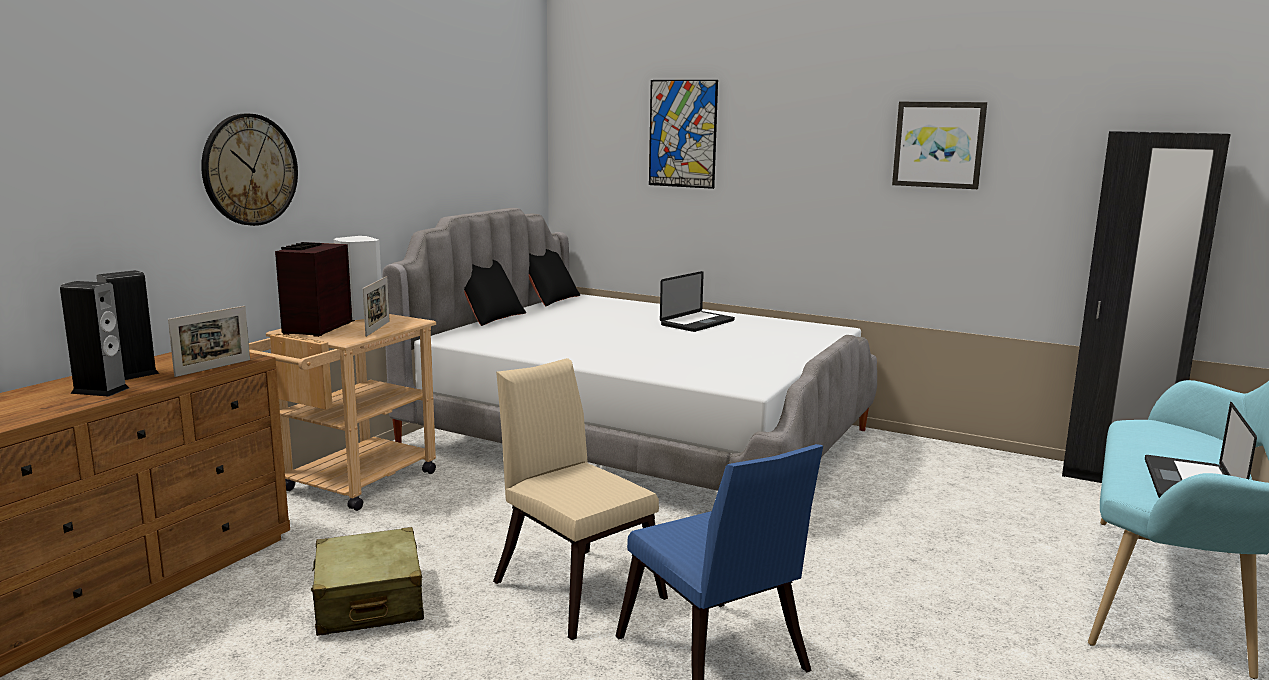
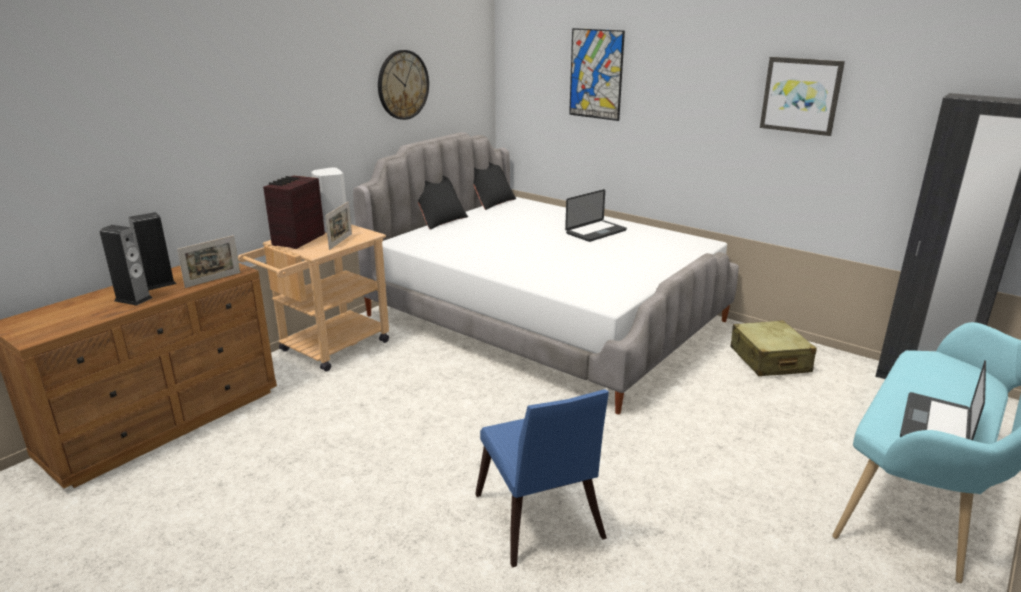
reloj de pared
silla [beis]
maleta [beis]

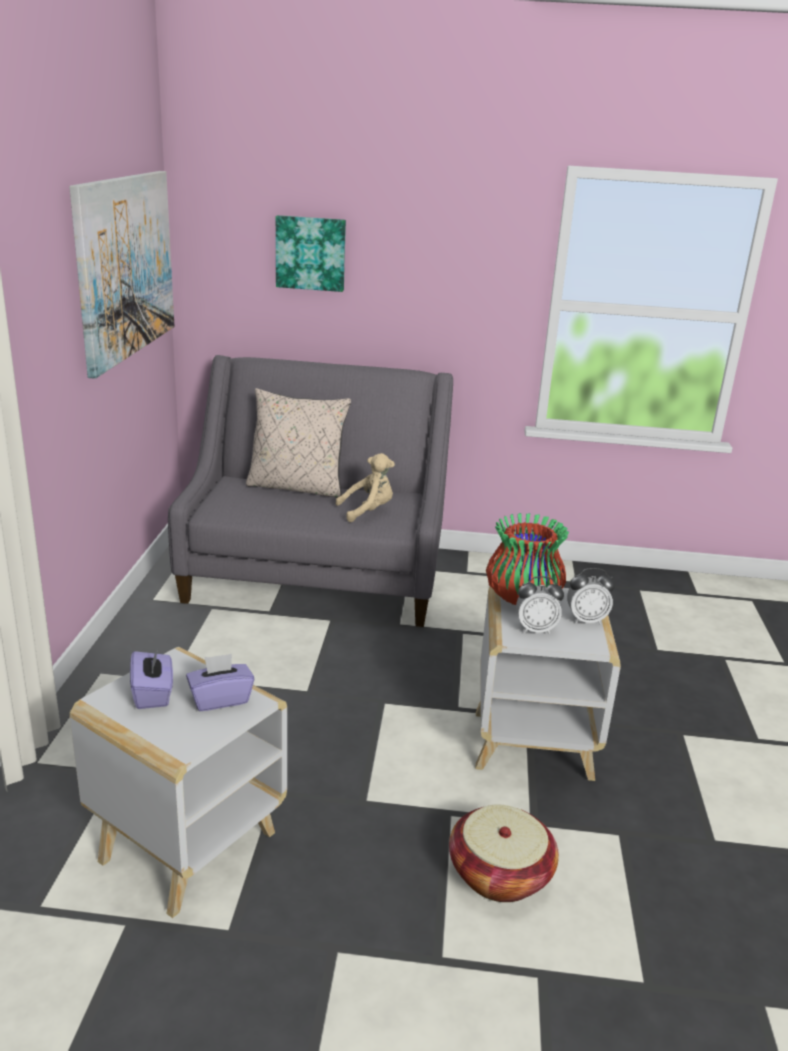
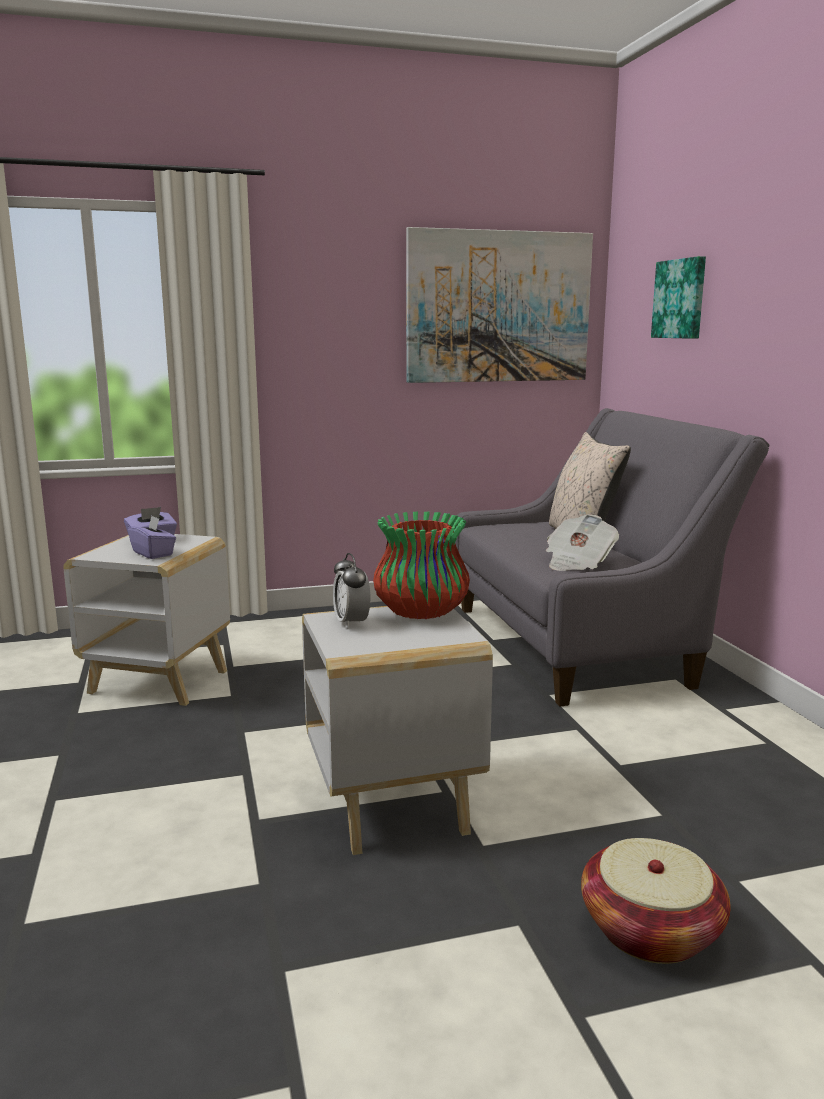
periódico
despertador (2nd from left in the first image)
cesta

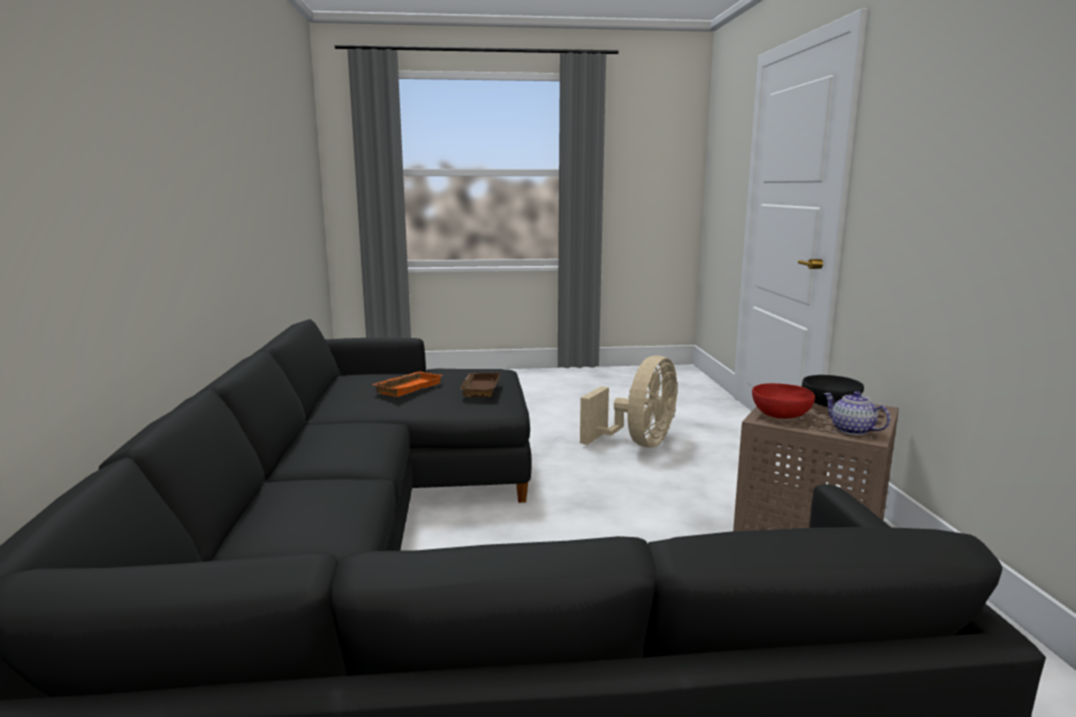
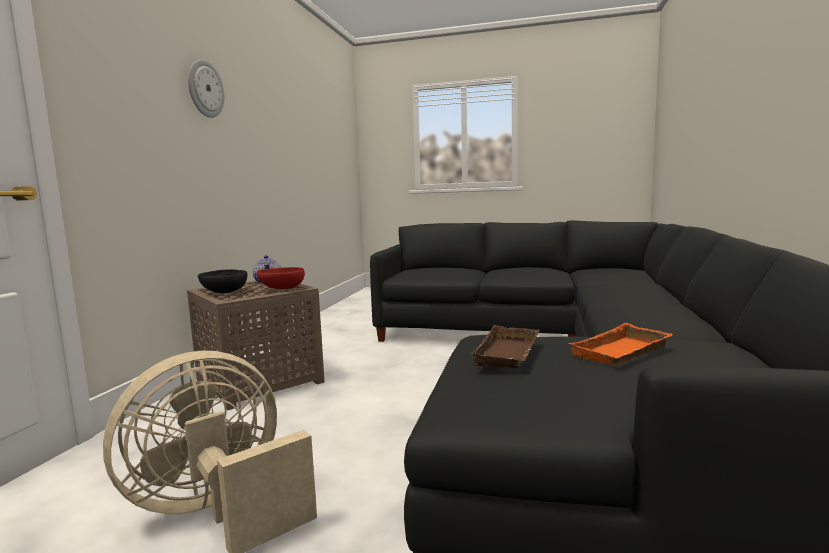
reloj de pared

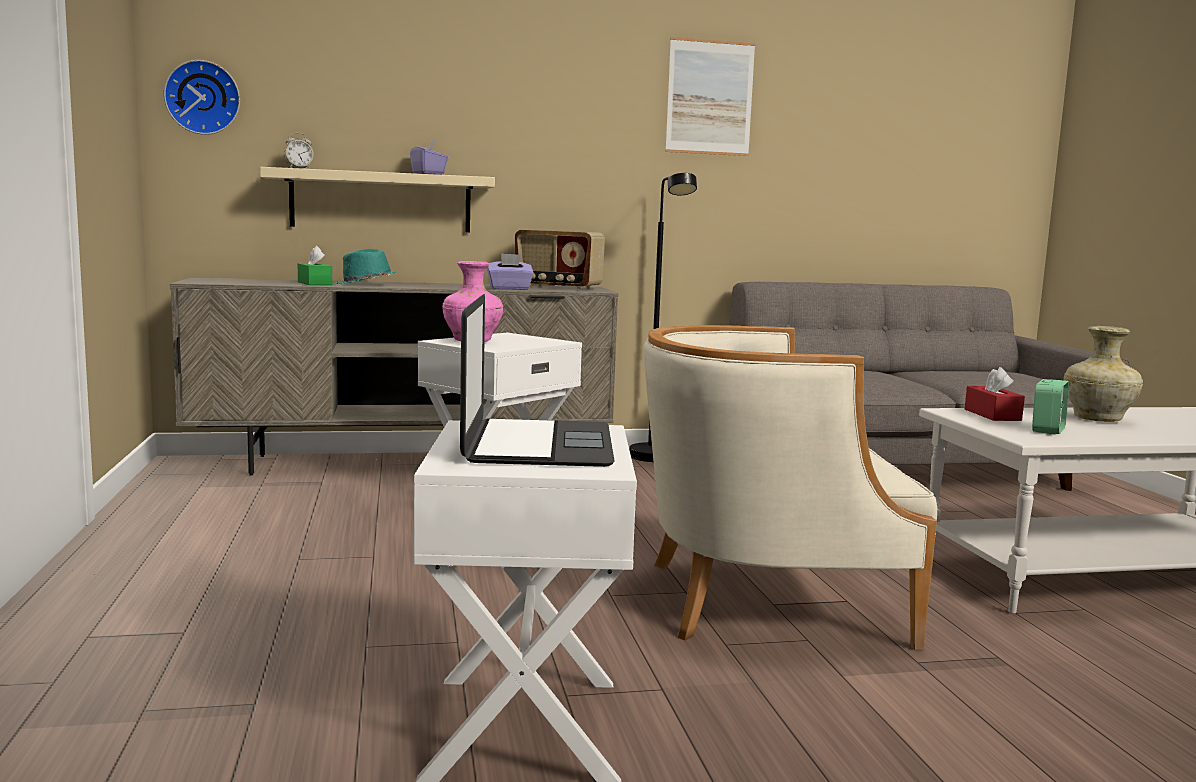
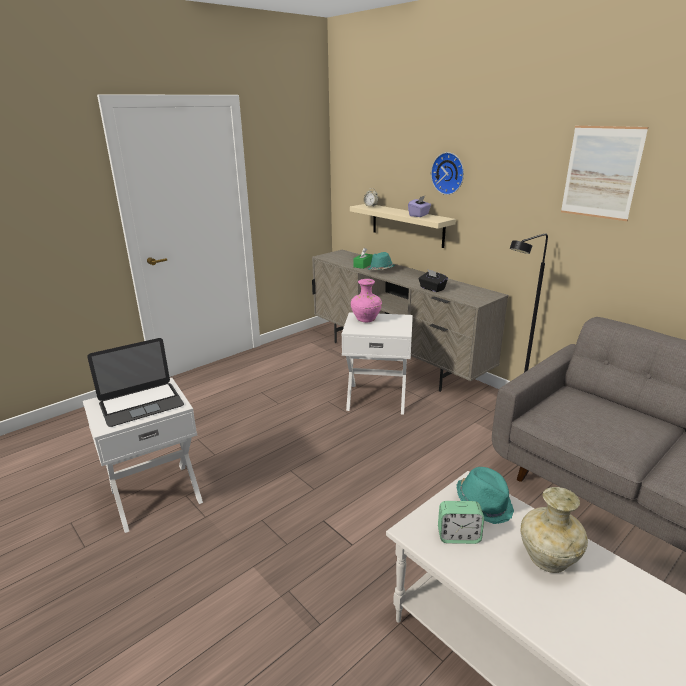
reloj de pared
radio
caja de pañuelos [negro]
sillón [beis]
sombrero [turquesa] (2nd from left)

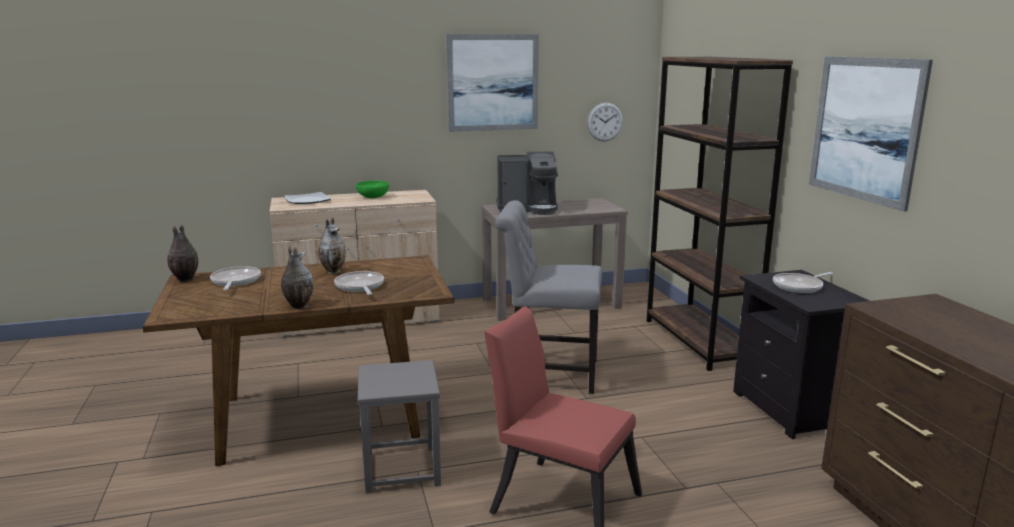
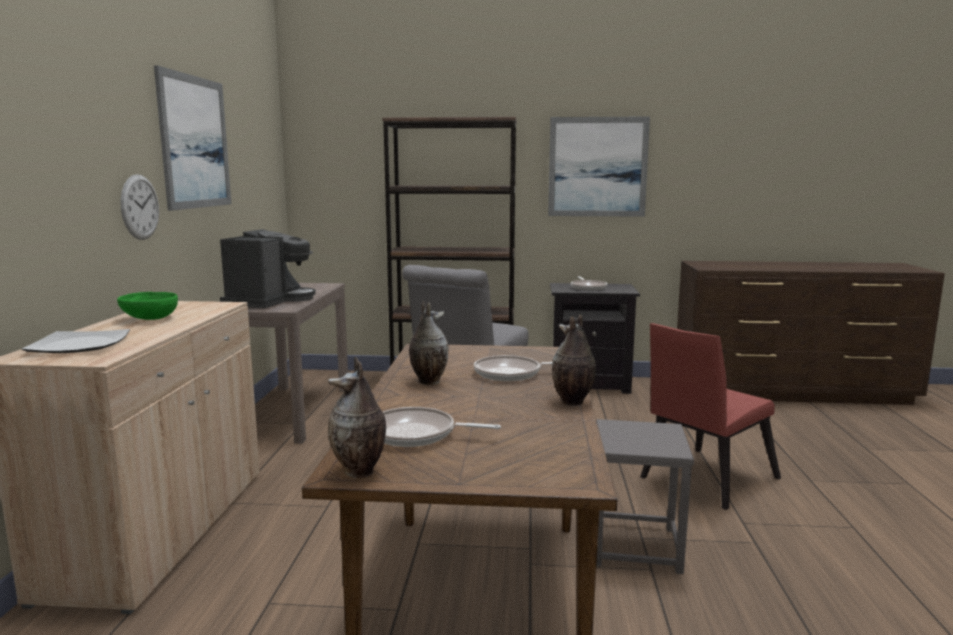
reloj de pared

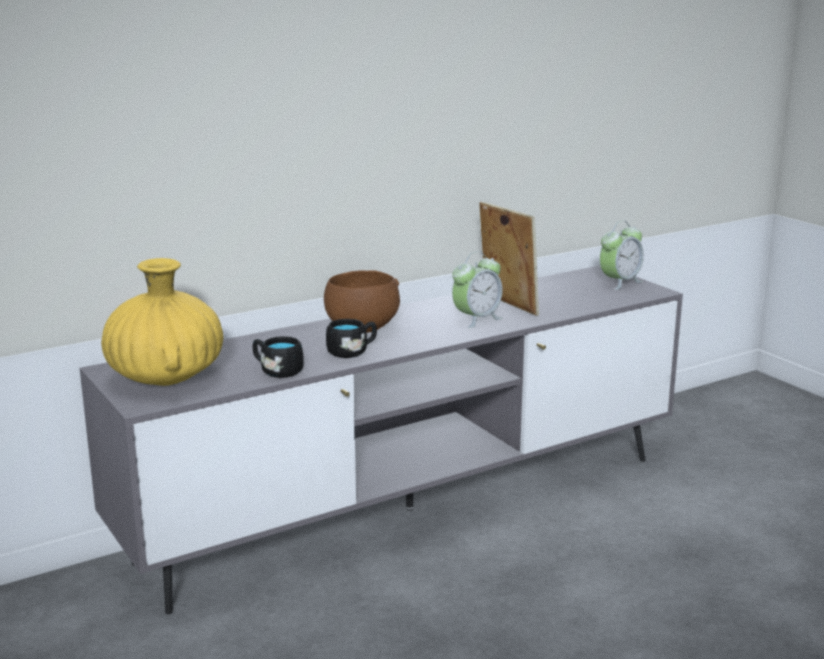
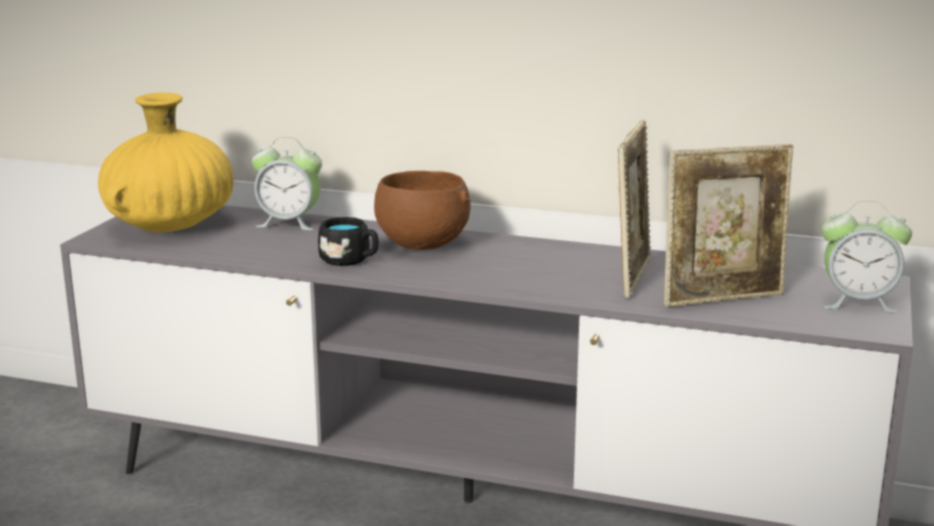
despertador (1st from left)
taza grande [negro] (1st from left in the first image)
portarretratos (2nd from left)

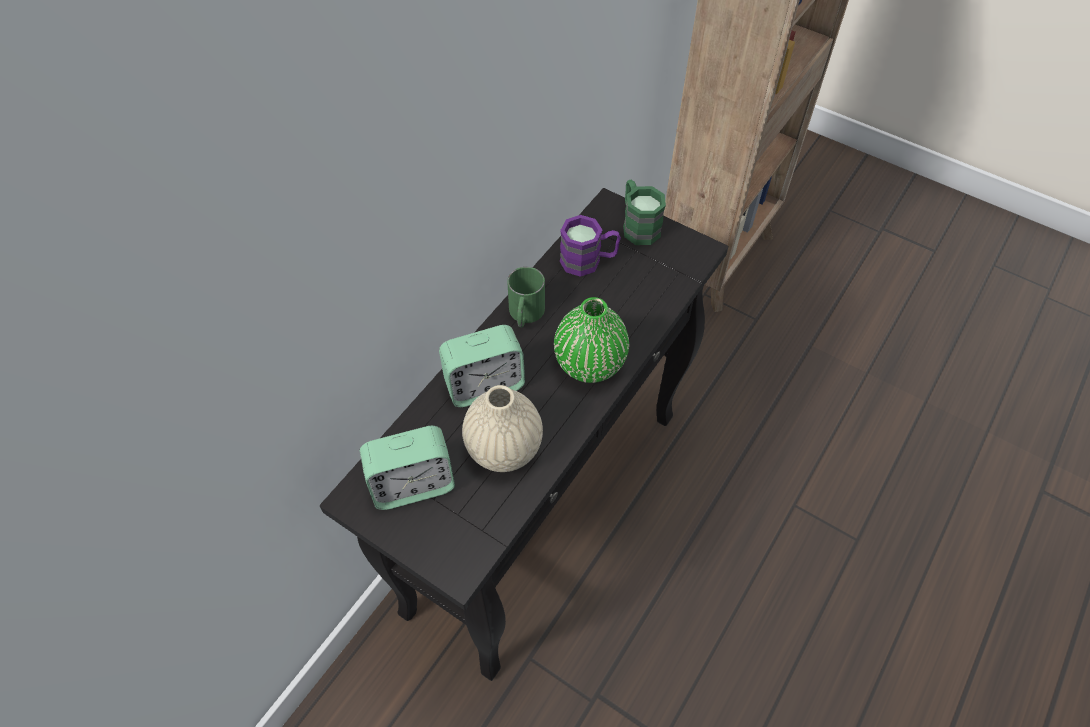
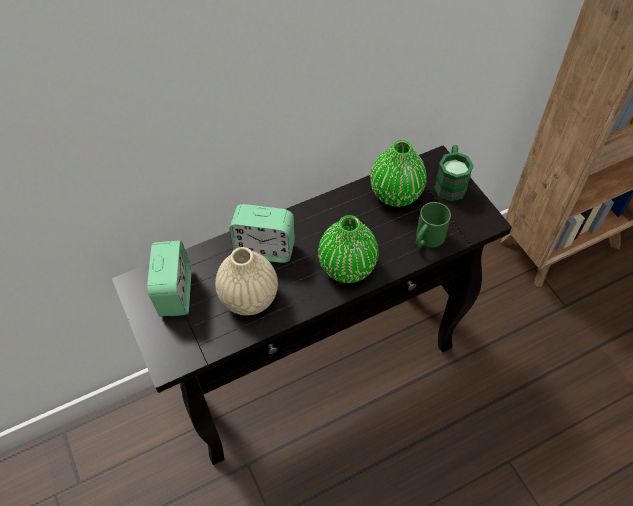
florero [verde] (2nd from left)
taza grande [verde] (1st from left)
despertador (1st from left)

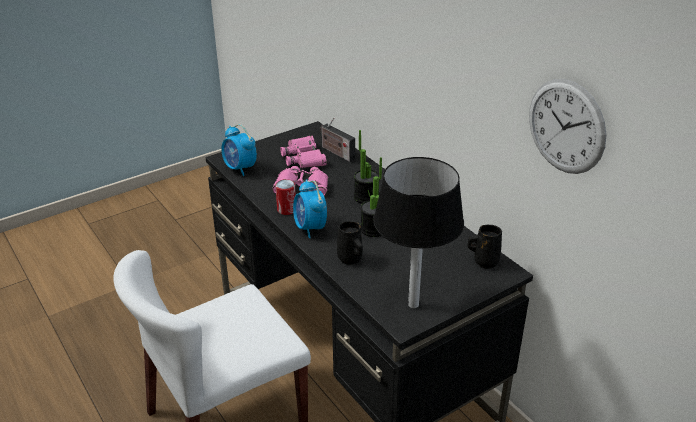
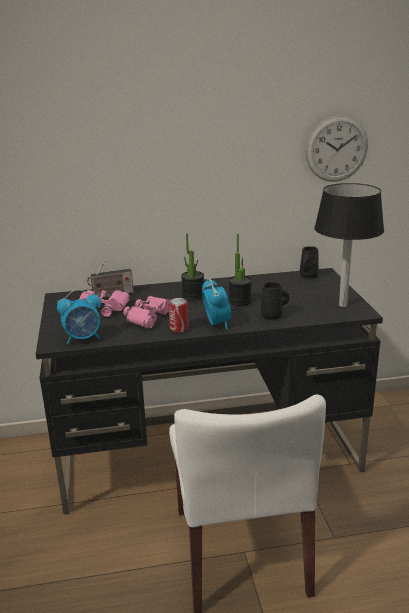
despertador (2nd from left)

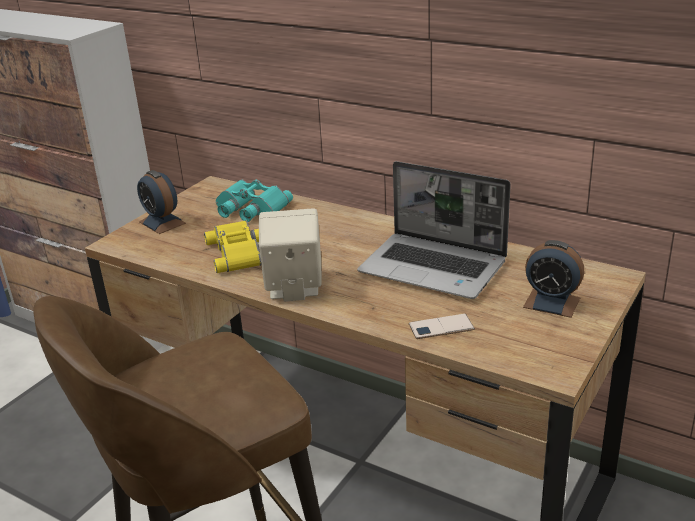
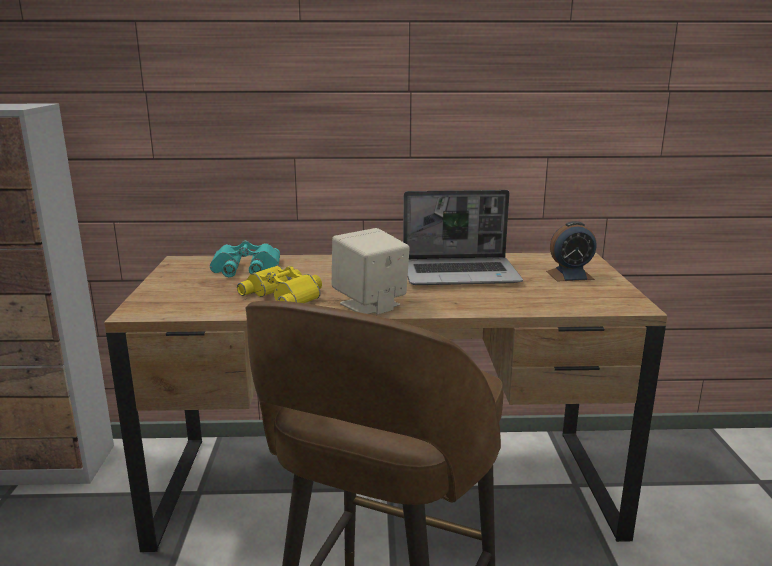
despertador (1st from left in the first image)
móvil

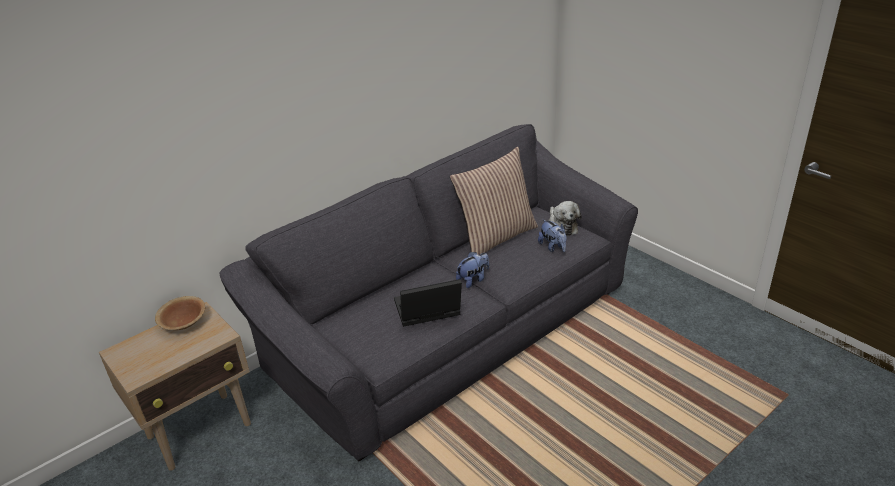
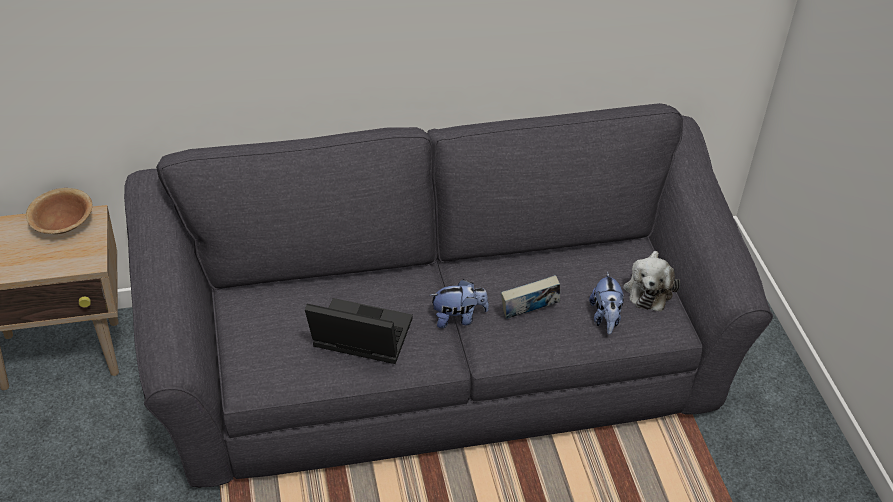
cojín
libro

